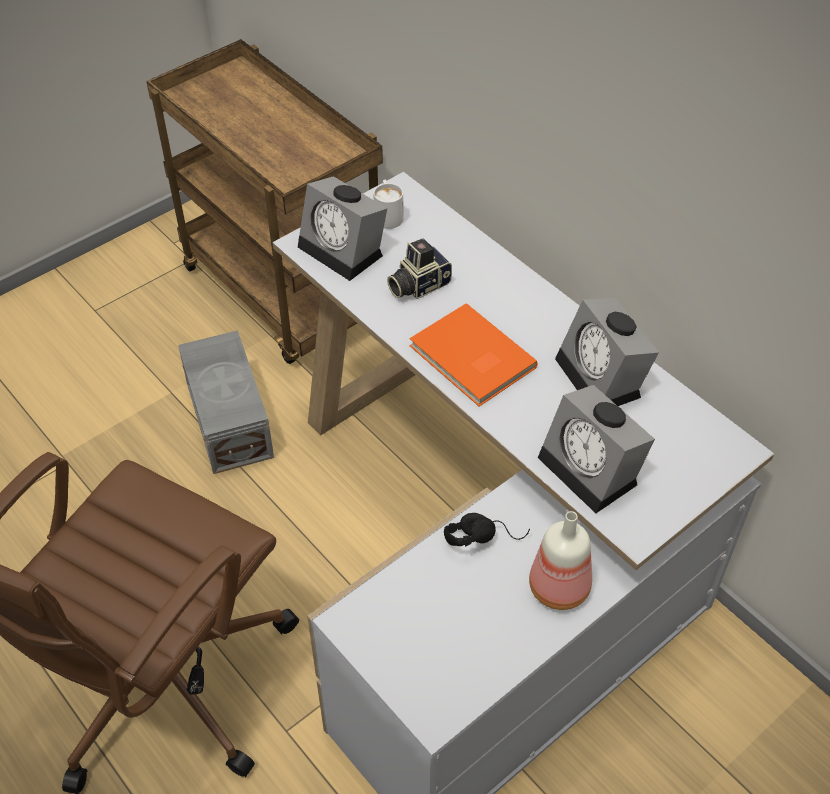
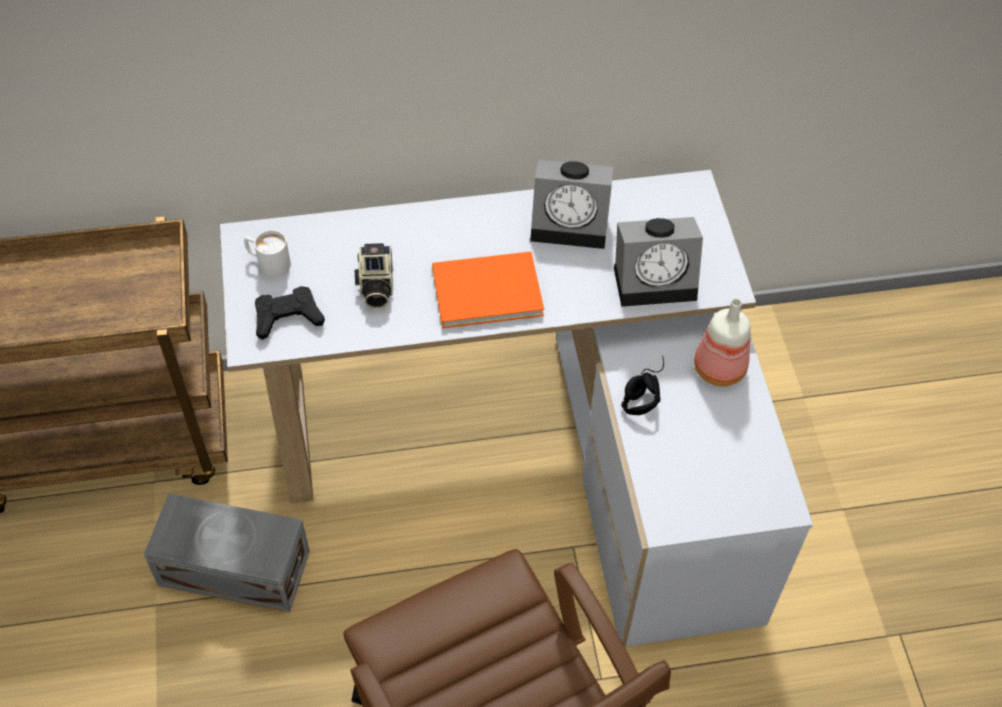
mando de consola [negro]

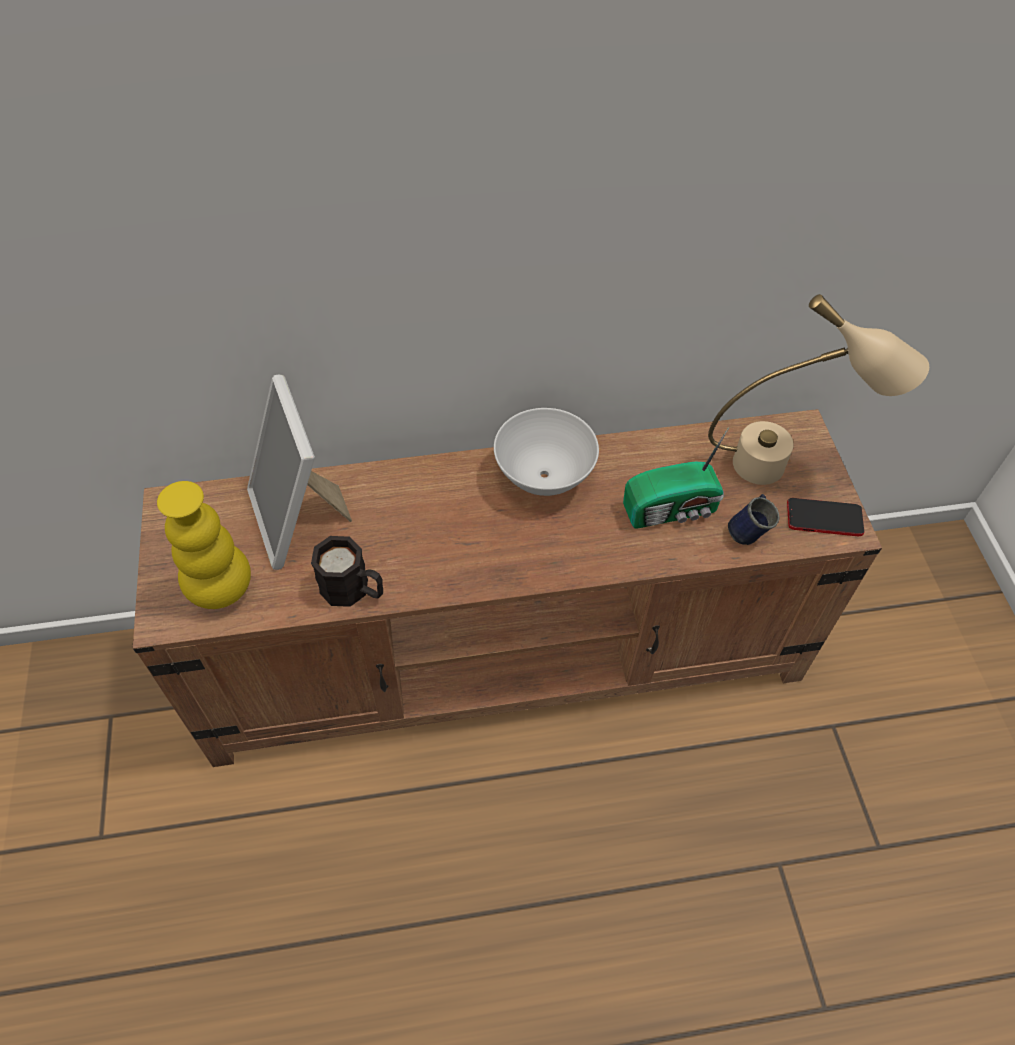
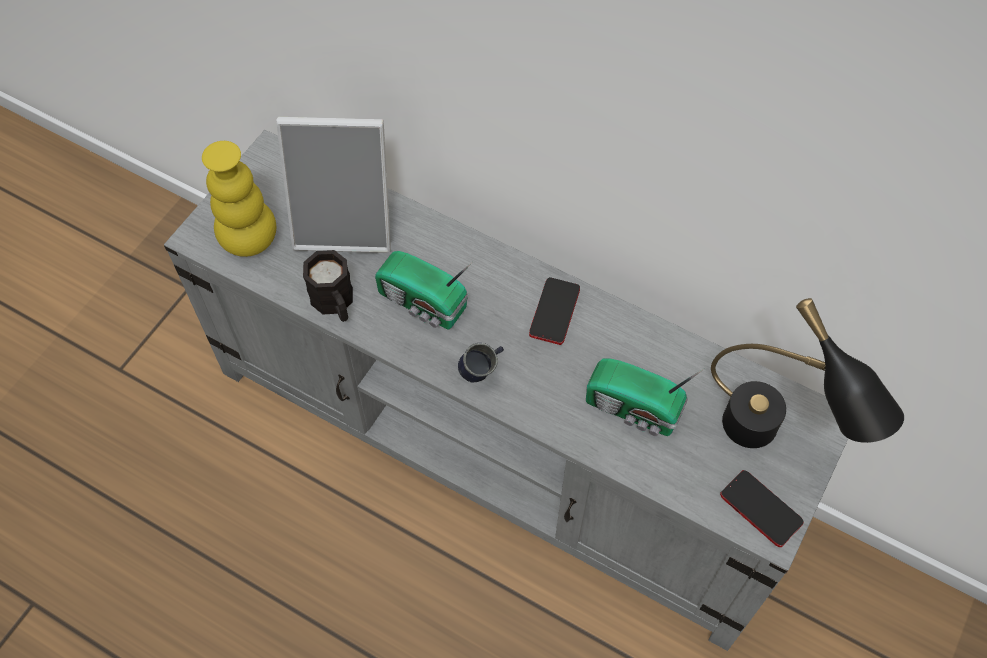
lámpara de mesa [negro]
portarretratos
móvil (1st from left)
mueble de televisión [gris]
taza grande [azul]
radio (1st from left)

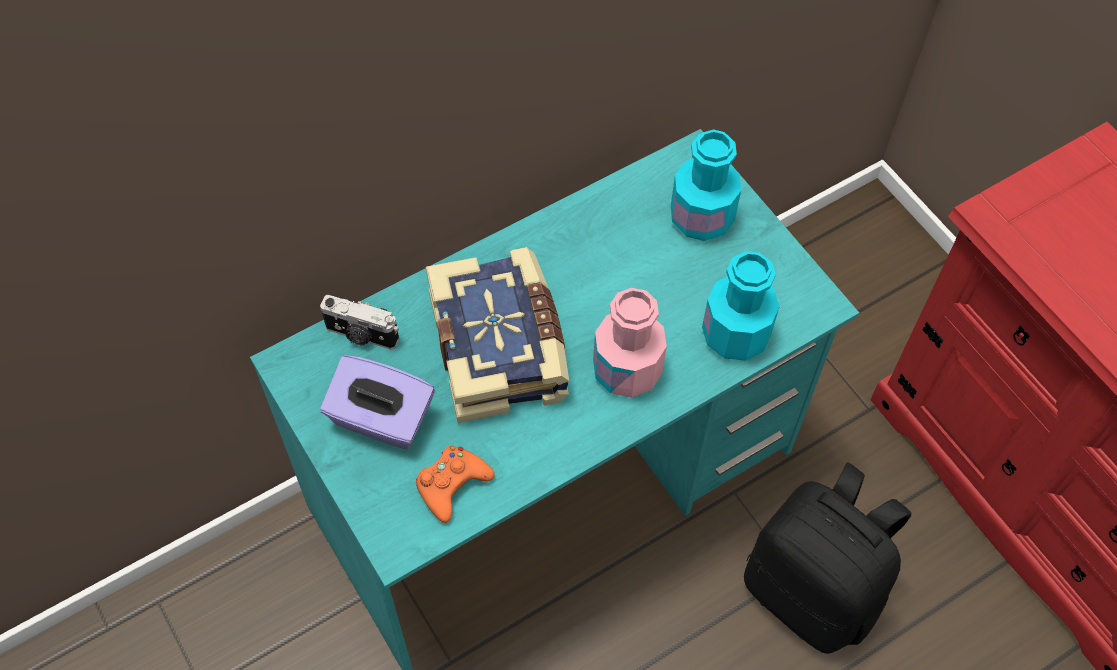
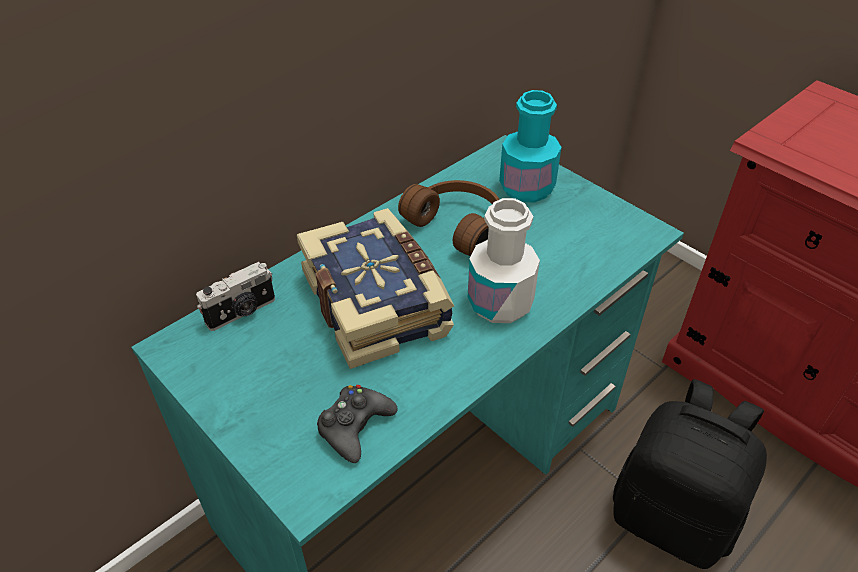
botella [turquesa] (2nd from left in the first image)
botella [blanco]
cámara
caja de pañuelos [morado]
mando de consola [negro]
auriculares [marrón]

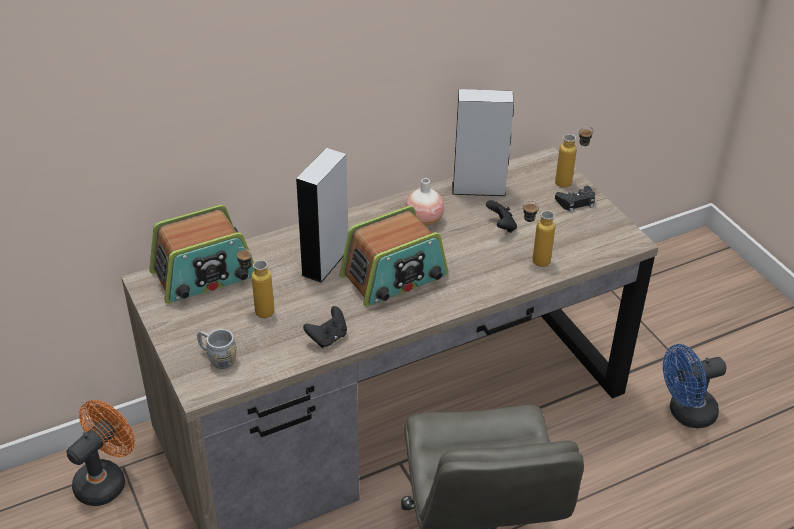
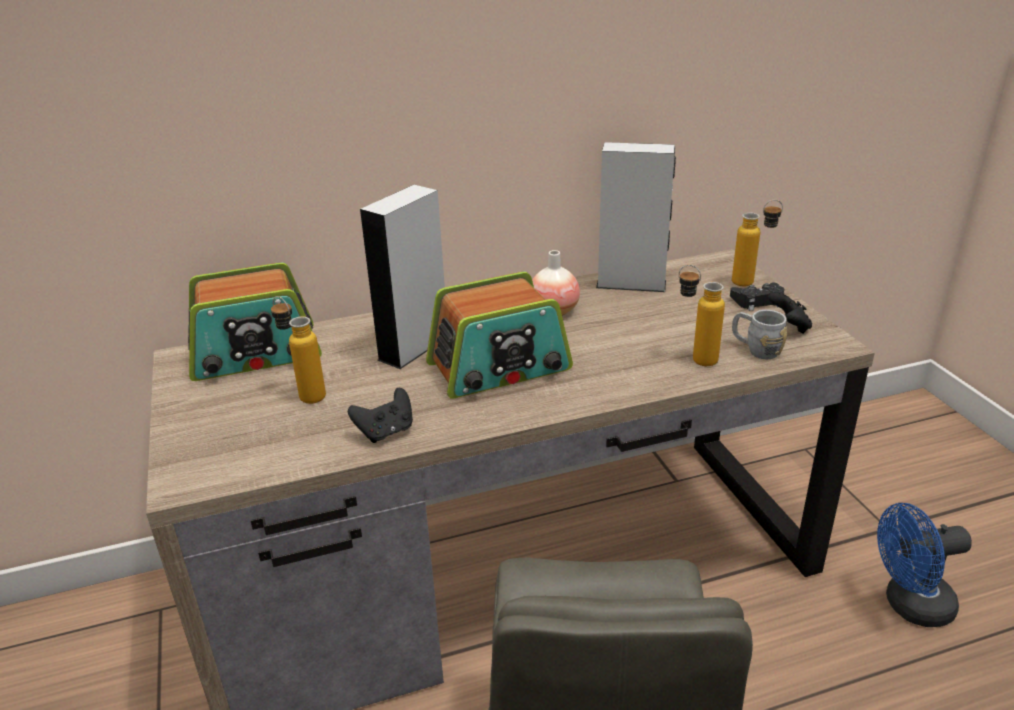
mando de consola [negro] (3rd from left)
taza grande [gris]
ventilador [naranja]

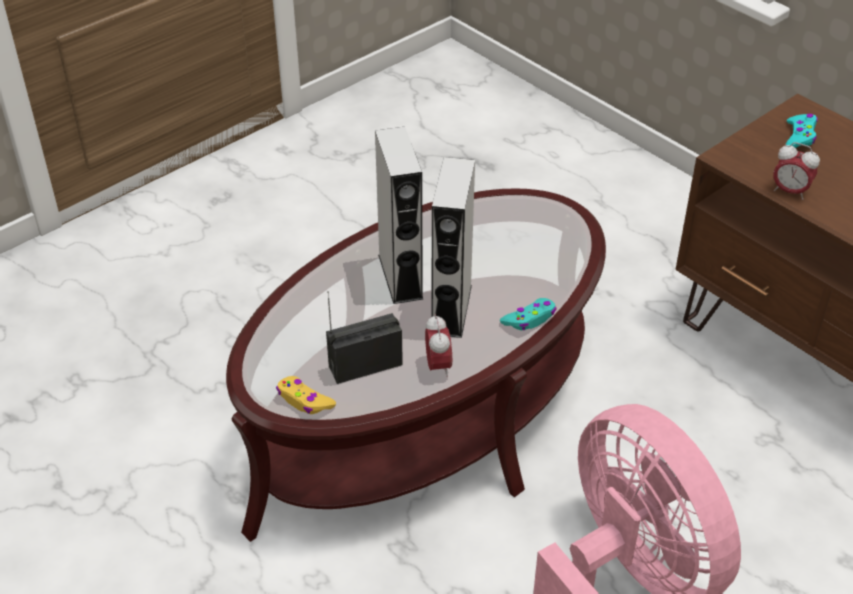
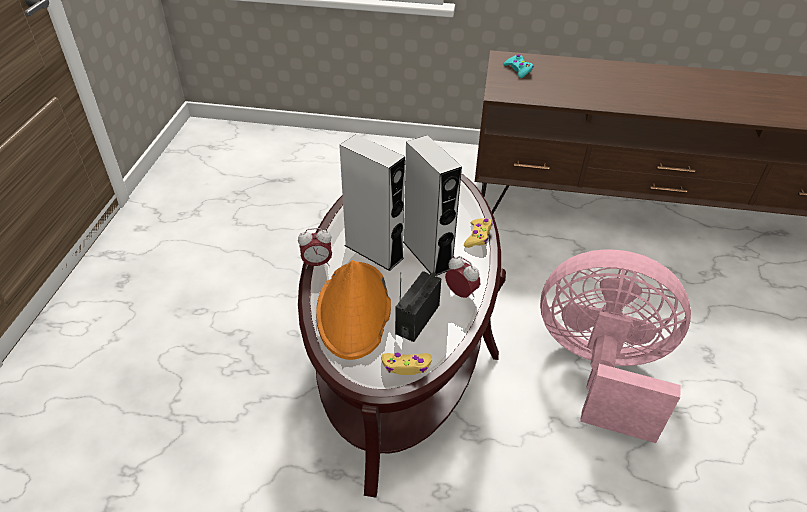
despertador (1st from left)
mando de consola [amarillo] (2nd from left)
sombrero [naranja]

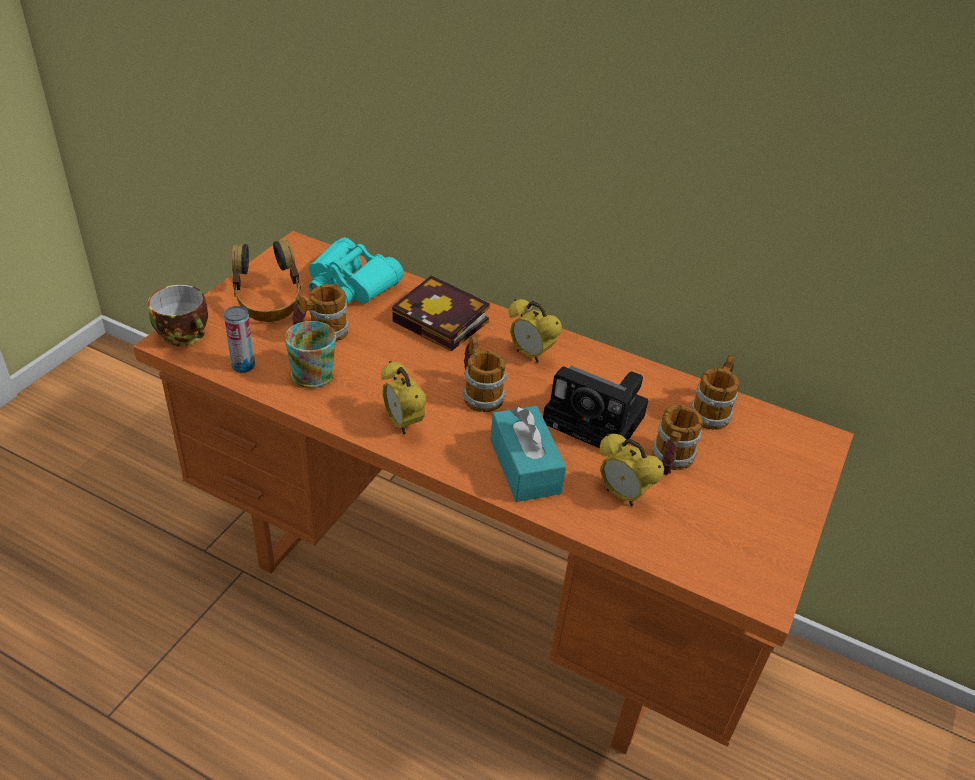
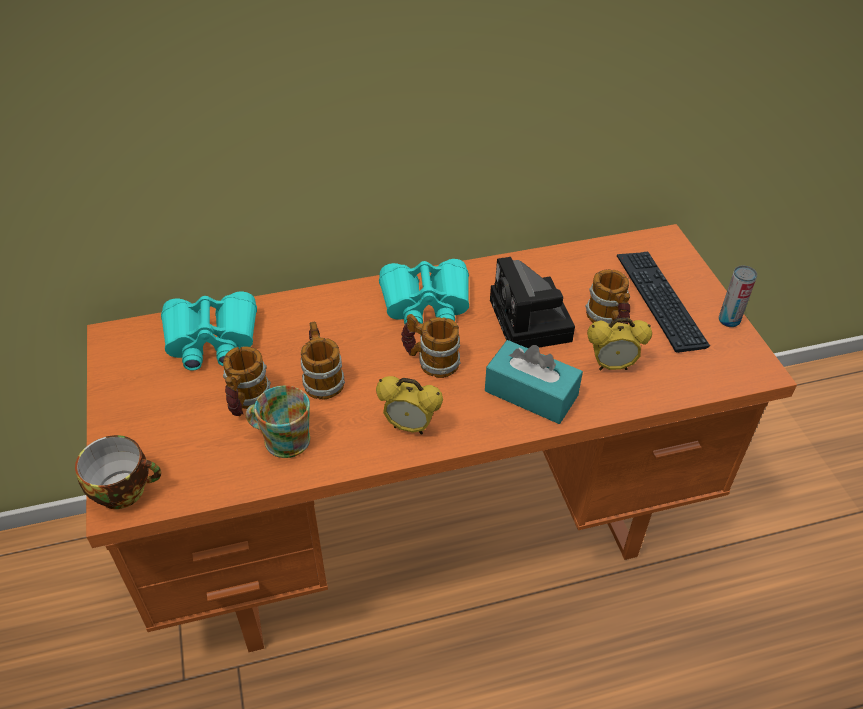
auriculares
libro
prismáticos [turquesa] (2nd from left)
lata
taza grande (3rd from left)
cámara
teclado

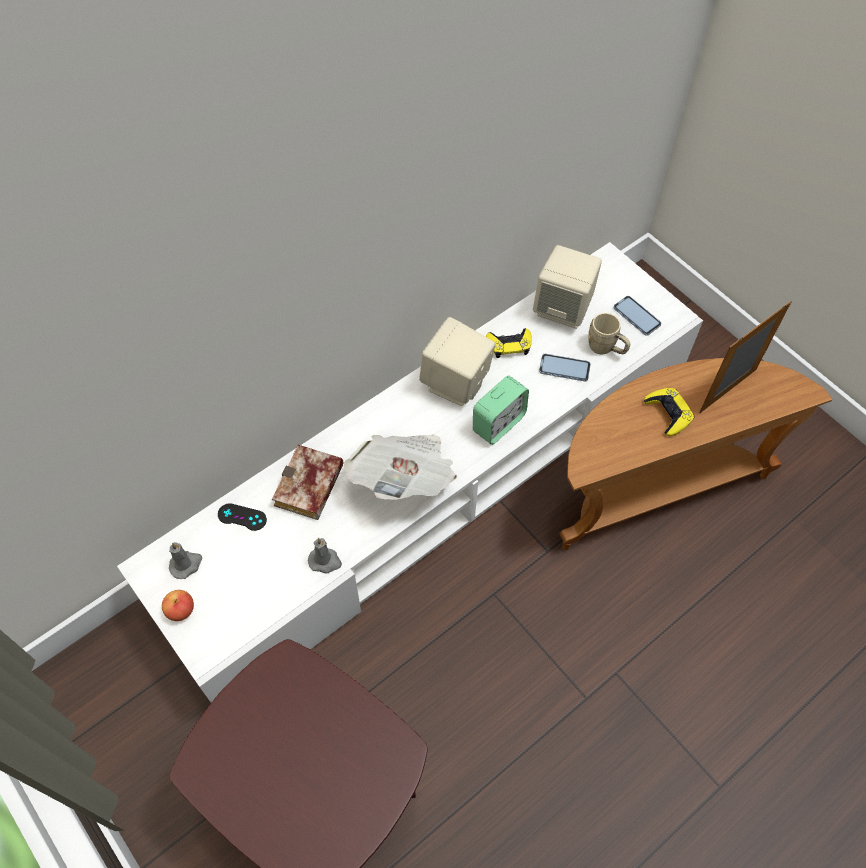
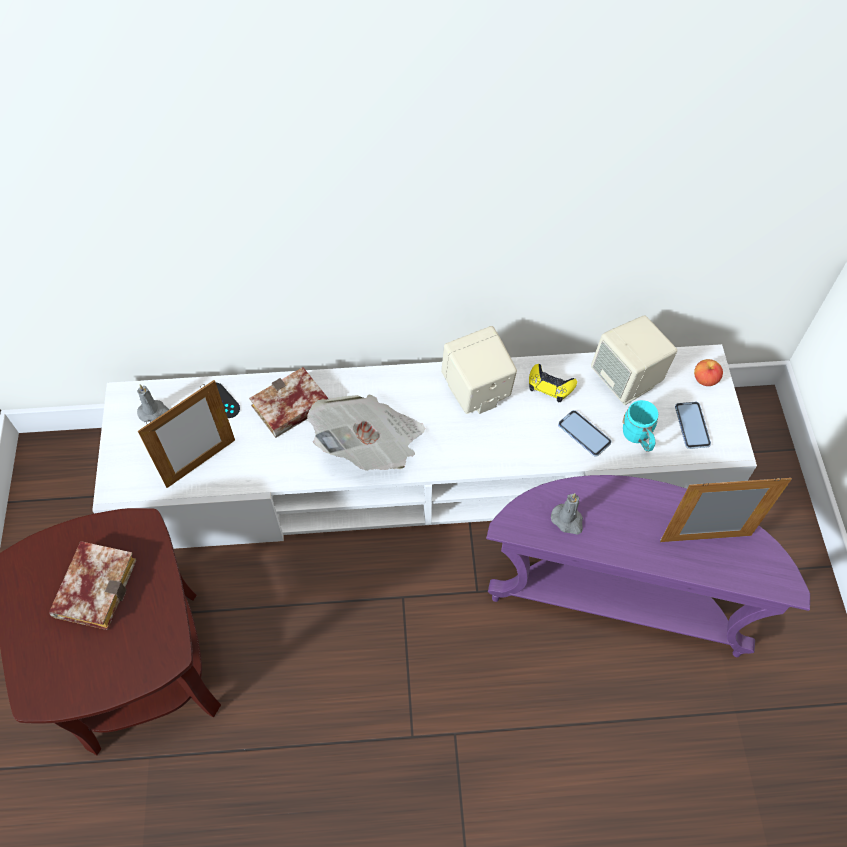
taza grande [turquesa]
mesa auxiliar [morado]
despertador
mando de consola [amarillo] (2nd from left in the first image)
vela [gris] (2nd from left)
manzana
portarretratos (1st from left)
libro (1st from left)

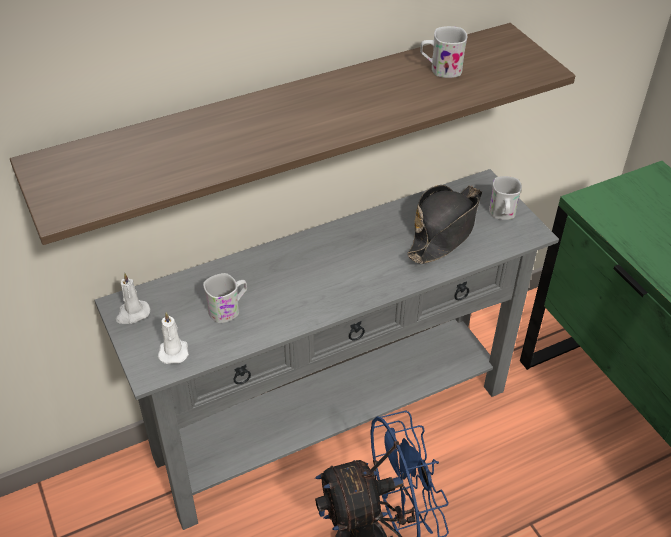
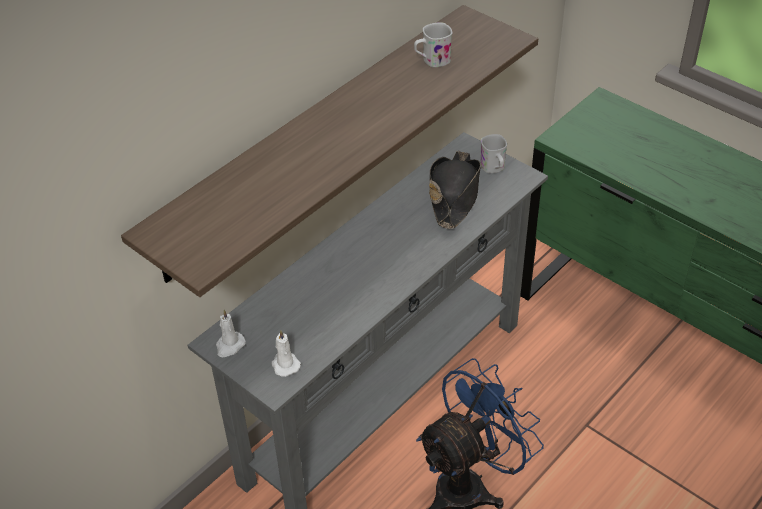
taza grande [blanco] (1st from left in the first image)

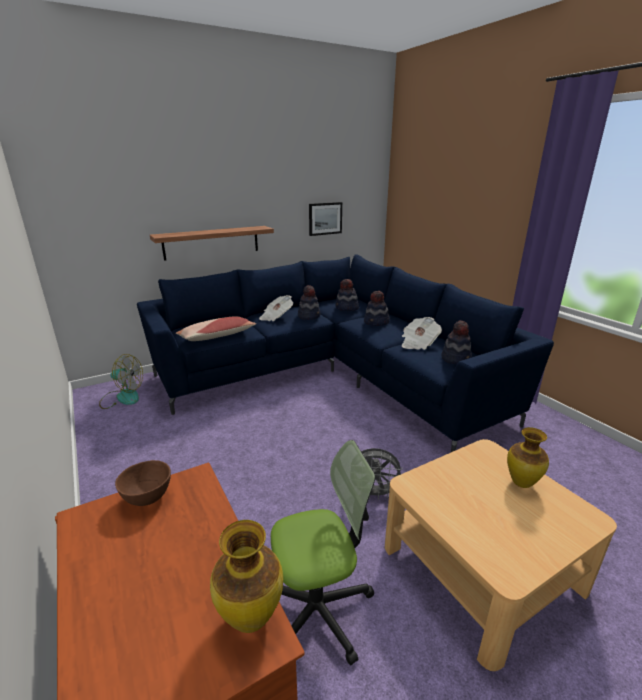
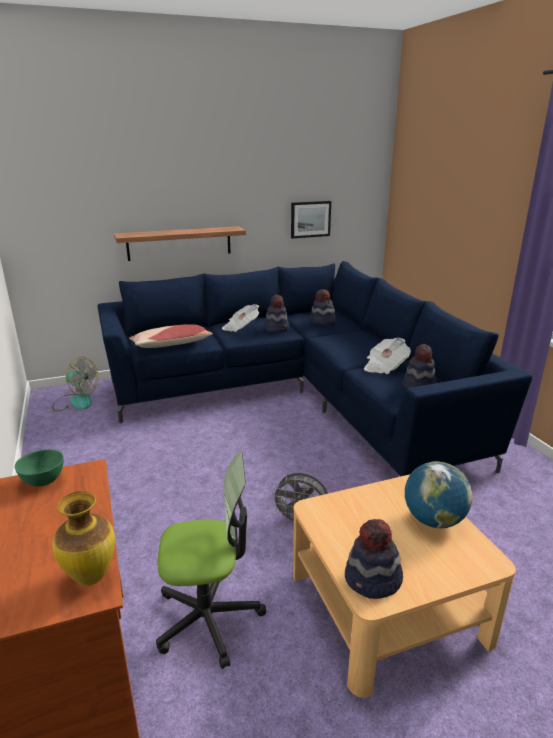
sombrero (3rd from left)
globo terráqueo
cuenco [verde]

